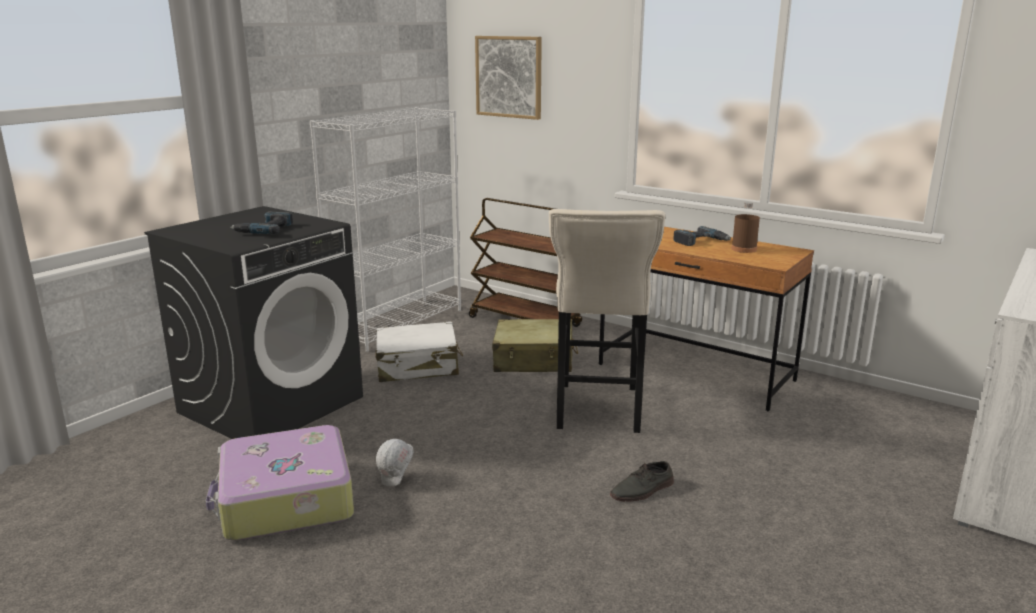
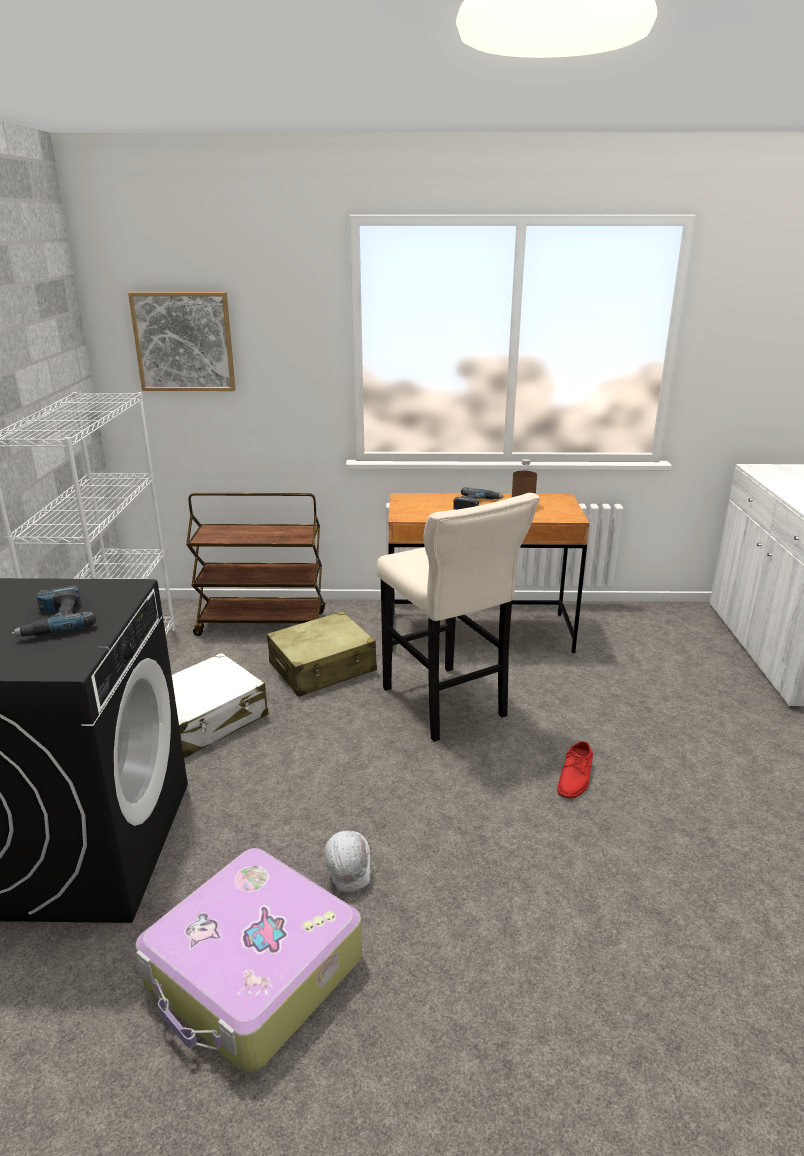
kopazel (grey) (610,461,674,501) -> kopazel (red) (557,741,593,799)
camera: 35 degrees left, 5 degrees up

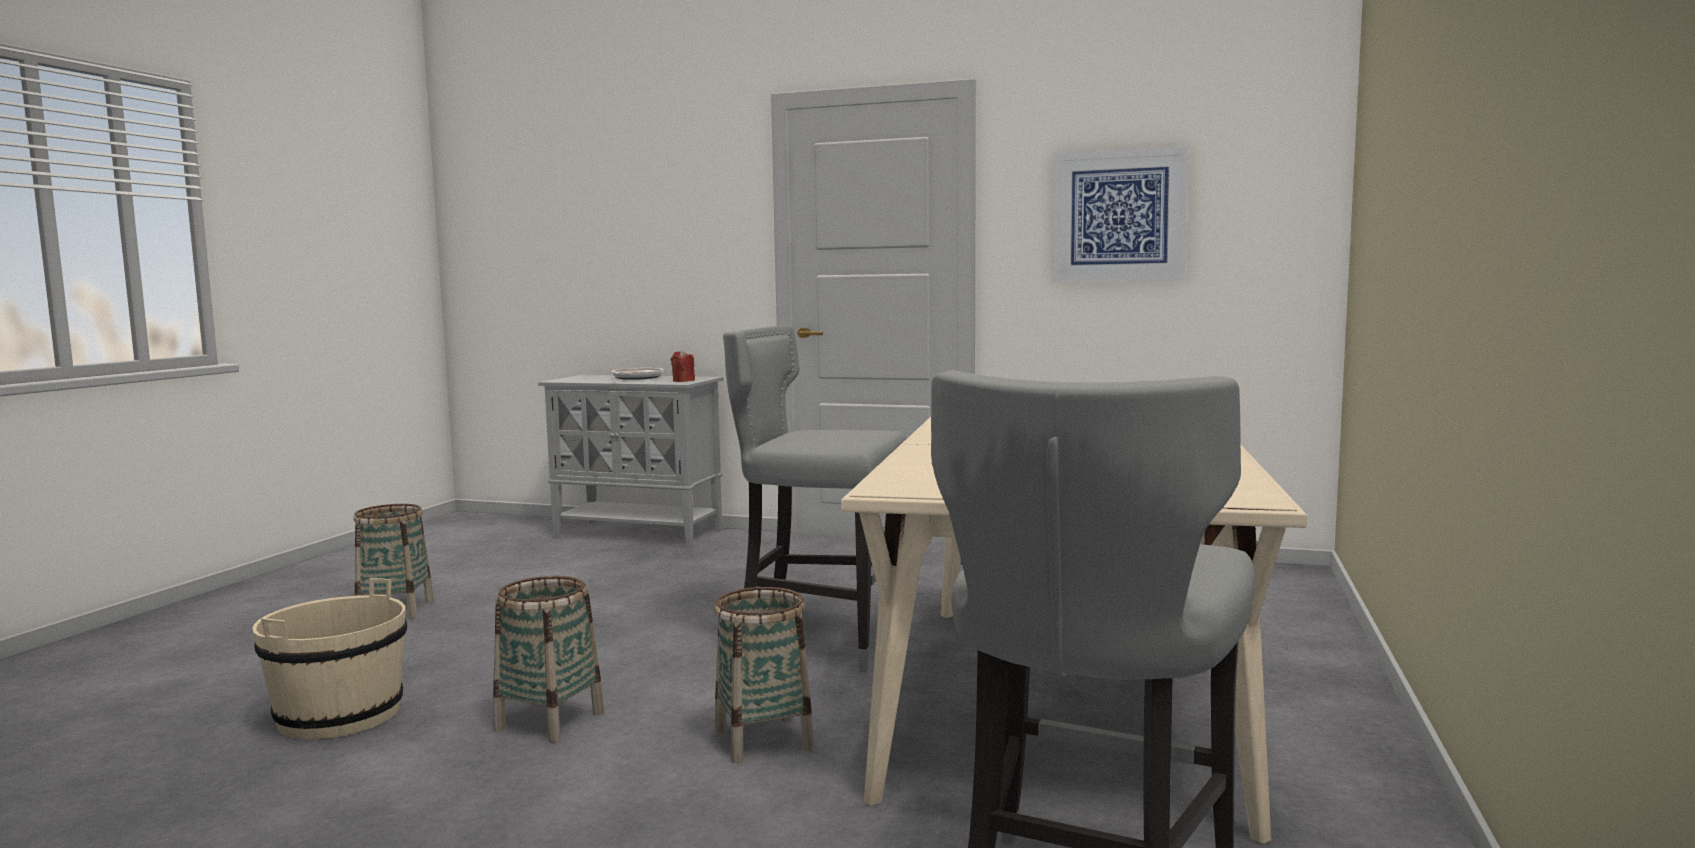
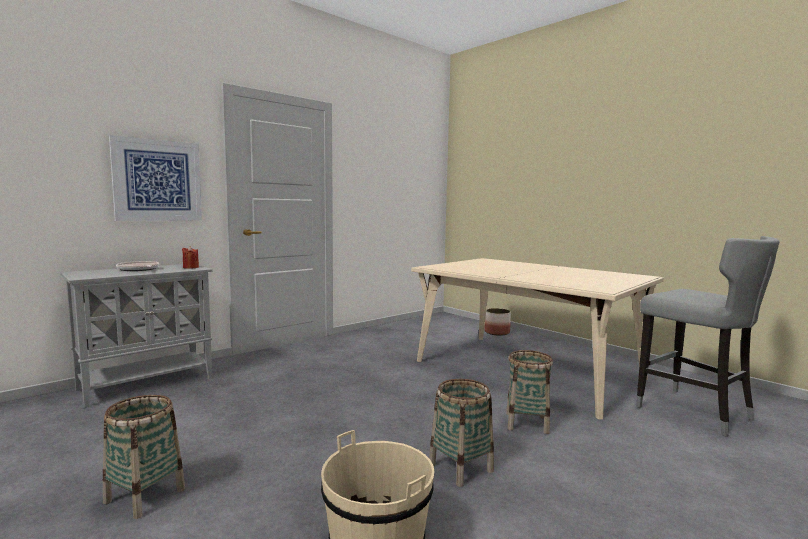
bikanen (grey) (723,325,907,672) -> none
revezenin (1053,146,1189,282) -> revezenin (109,135,202,221), shifted
none -> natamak (484,308,511,336)
camera: 60 degrees left, 0 degrees up

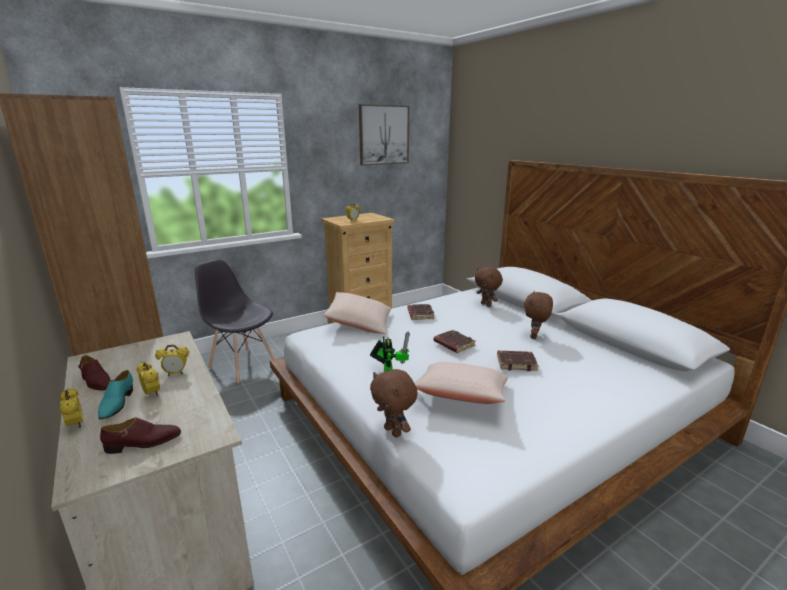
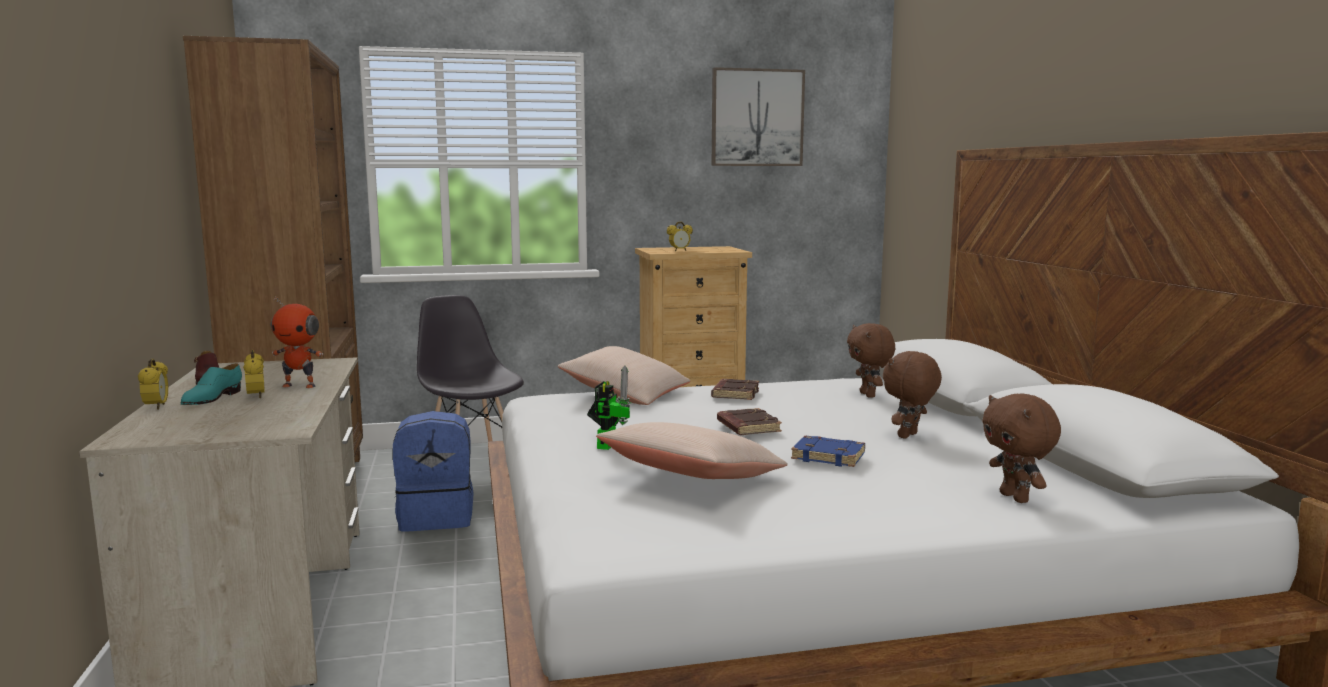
kopazel (brown) (100,417,181,454) -> none
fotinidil (155,344,189,376) -> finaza (271,296,323,388)
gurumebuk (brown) (370,369,418,437) -> gurumebuk (brown) (982,394,1061,503), shifted
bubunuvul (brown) (497,351,539,371) -> bubunuvul (blue) (791,436,865,467)
none -> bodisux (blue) (393,411,474,532)
camera: 20 degrees right, 10 degrees down

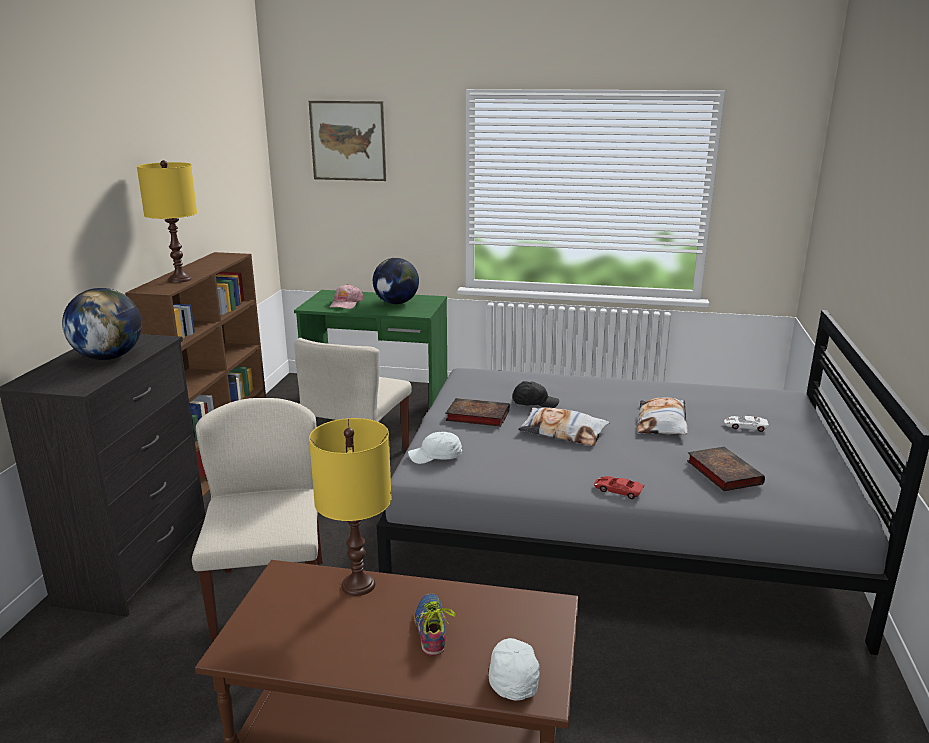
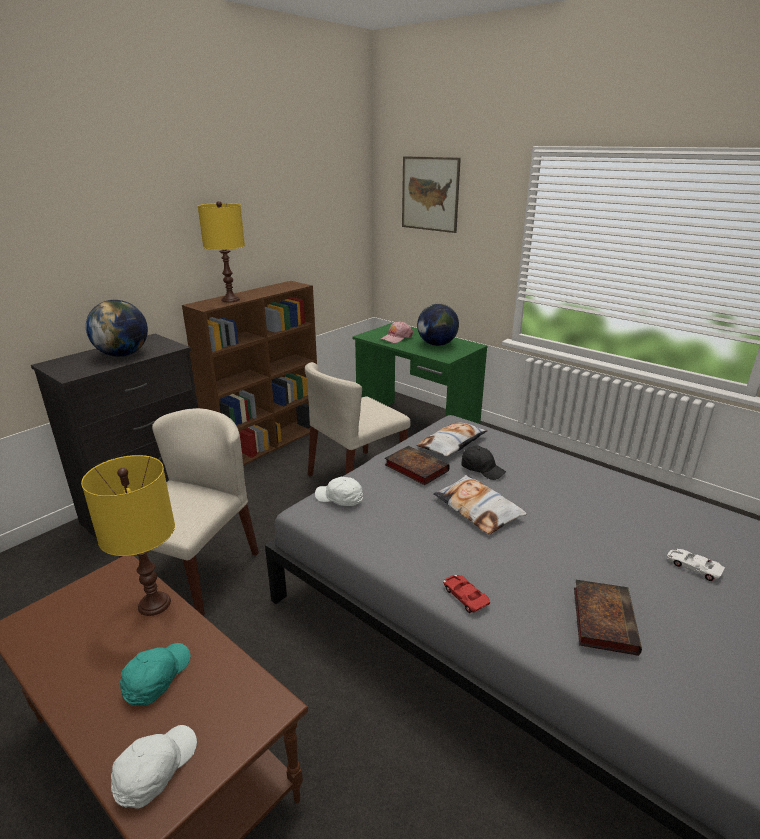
kopazel (414,593,456,656) -> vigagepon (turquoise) (120,643,190,705)
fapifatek (638,397,687,435) -> fapifatek (416,422,488,457), shifted
camera: 30 degrees right, 5 degrees up

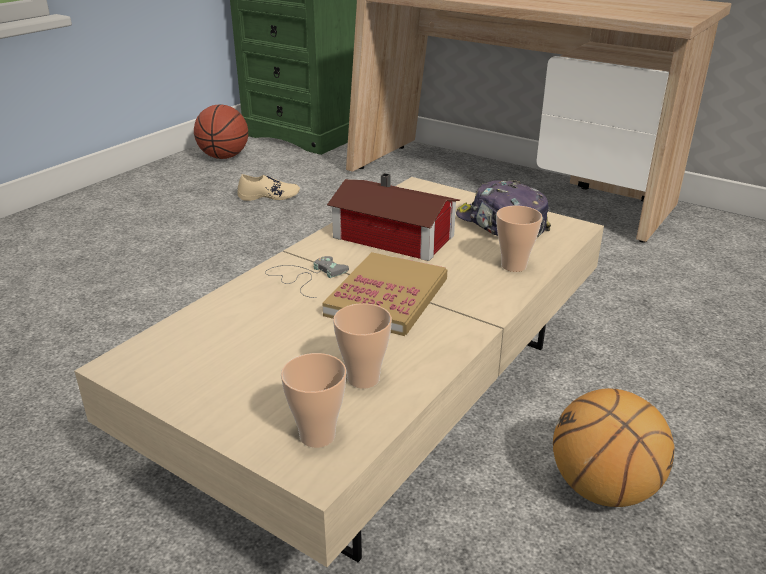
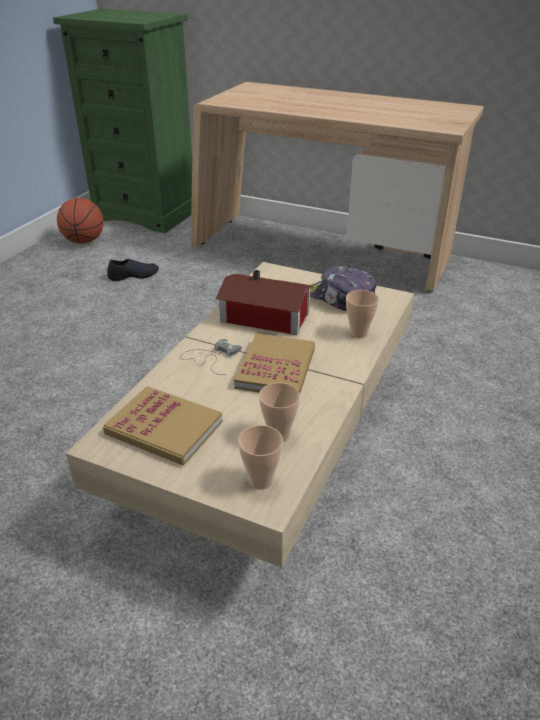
kopazel (beige) (238,174,300,201) -> kopazel (black) (107,259,159,281)
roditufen (553,388,674,507) -> none
none -> bubunuvul (103,386,223,465)
camera: 10 degrees left, 5 degrees up

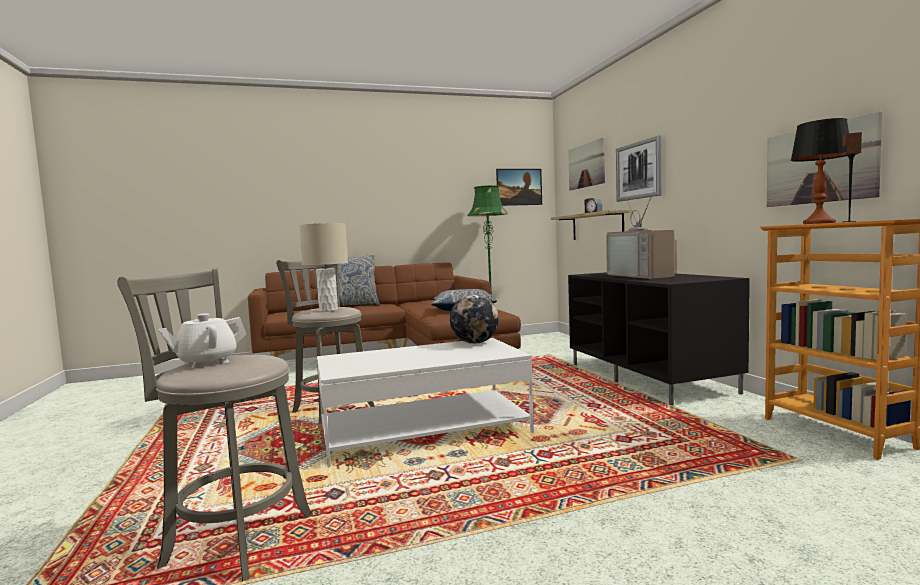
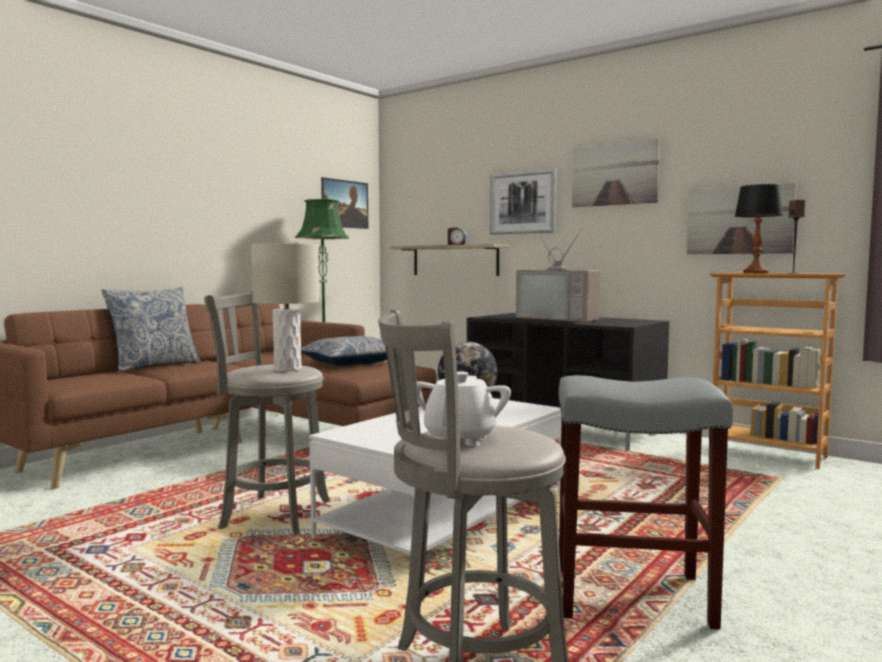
revezenin (568,138,605,190) -> revezenin (572,139,660,207), shifted
none -> bikanen (grey) (559,375,733,630)
camera: 35 degrees left, 0 degrees up

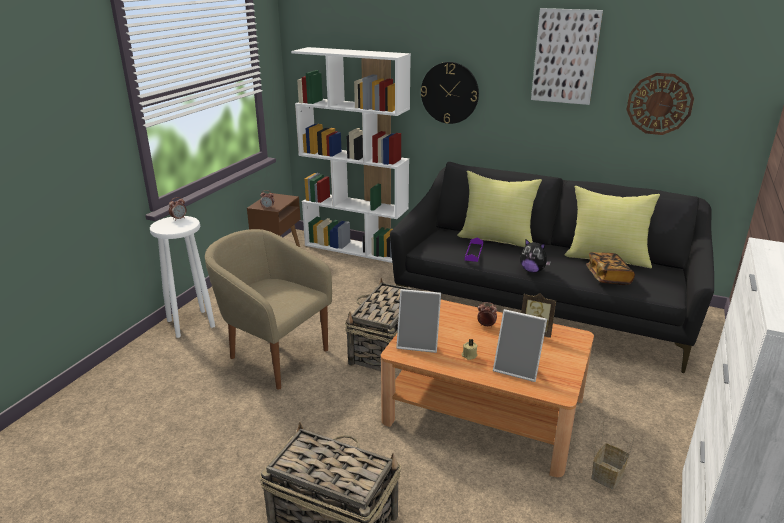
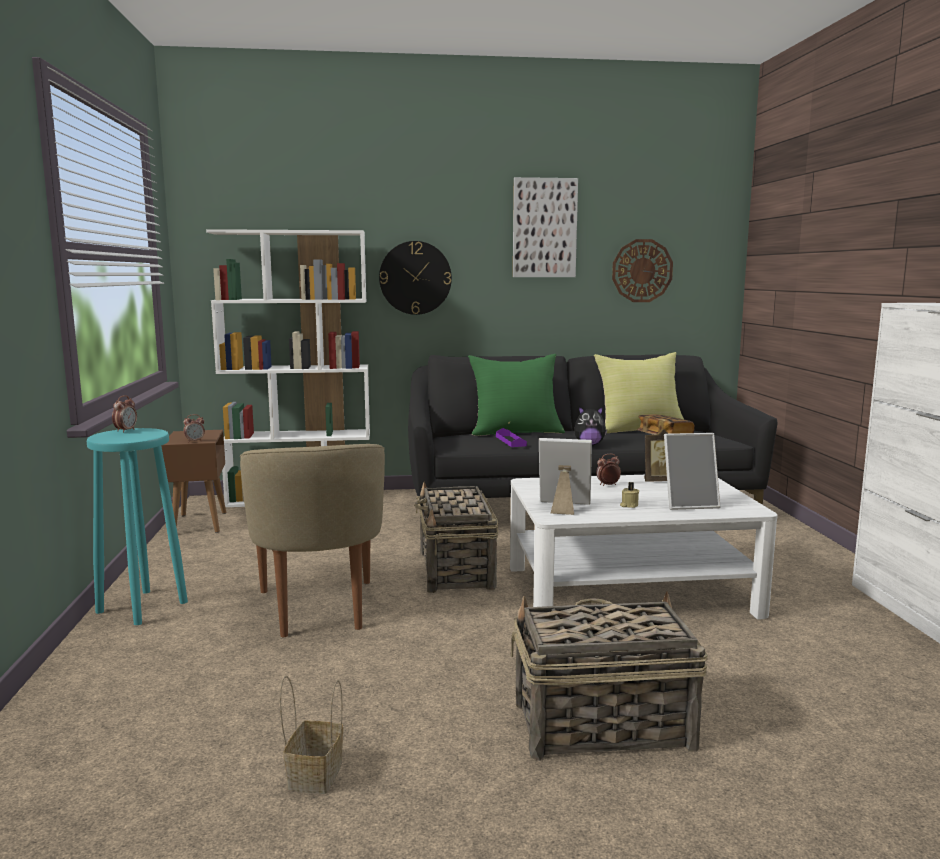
bikanen (white) (150,216,215,338) -> bikanen (turquoise) (87,428,188,625)
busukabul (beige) (205,229,332,390) -> busukabul (beige) (240,444,385,637), 105 degrees counterclockwise
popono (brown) (381,300,594,477) -> popono (white) (510,475,778,620)
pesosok (396,289,441,353) -> pesosok (539,438,592,515), 150 degrees counterclockwise
fapifatek (yellow) (457,171,542,247) -> fapifatek (green) (468,354,565,436)
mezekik (591,421,635,490) -> mezekik (280,676,343,794), shifted
camera: 30 degrees left, 15 degrees down

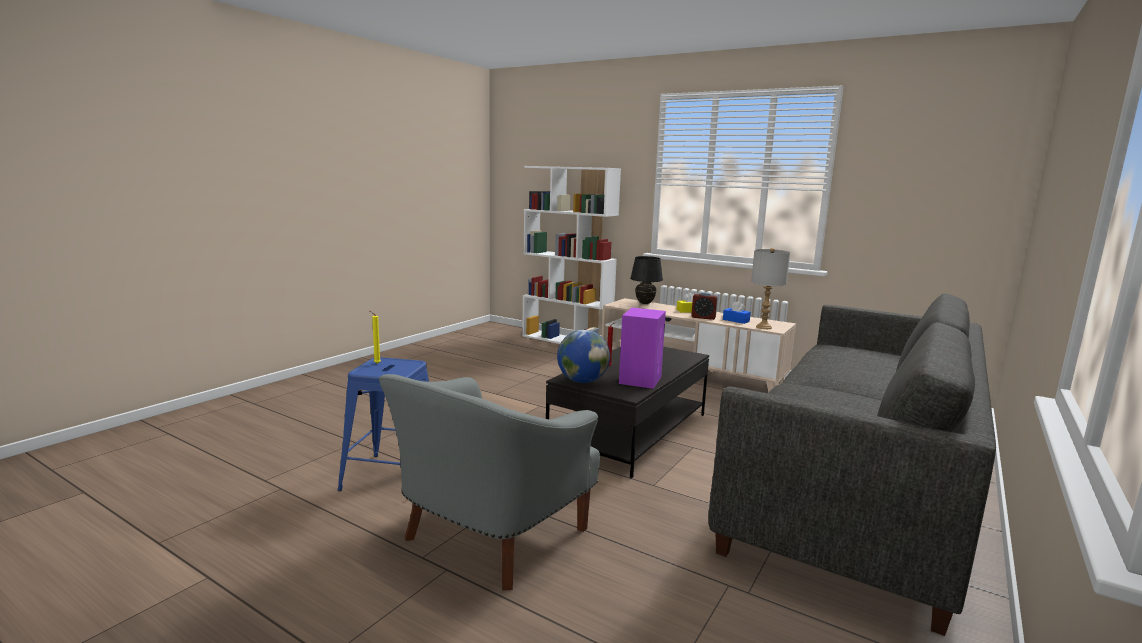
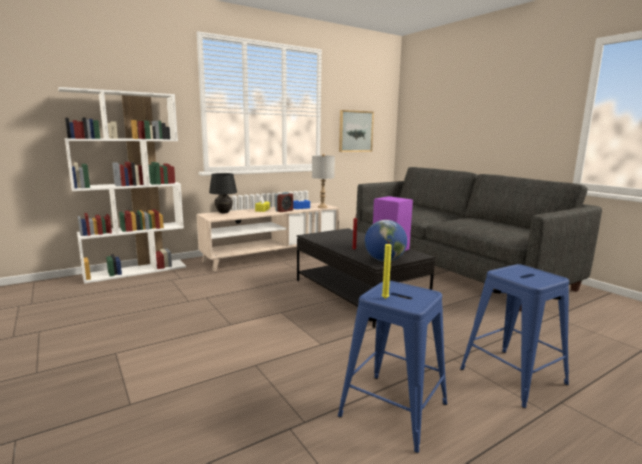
busukabul (grey) (378,374,600,591) -> bikanen (blue) (460,264,569,408)
none -> revezenin (339,110,374,152)
camera: 65 degrees left, 0 degrees up

